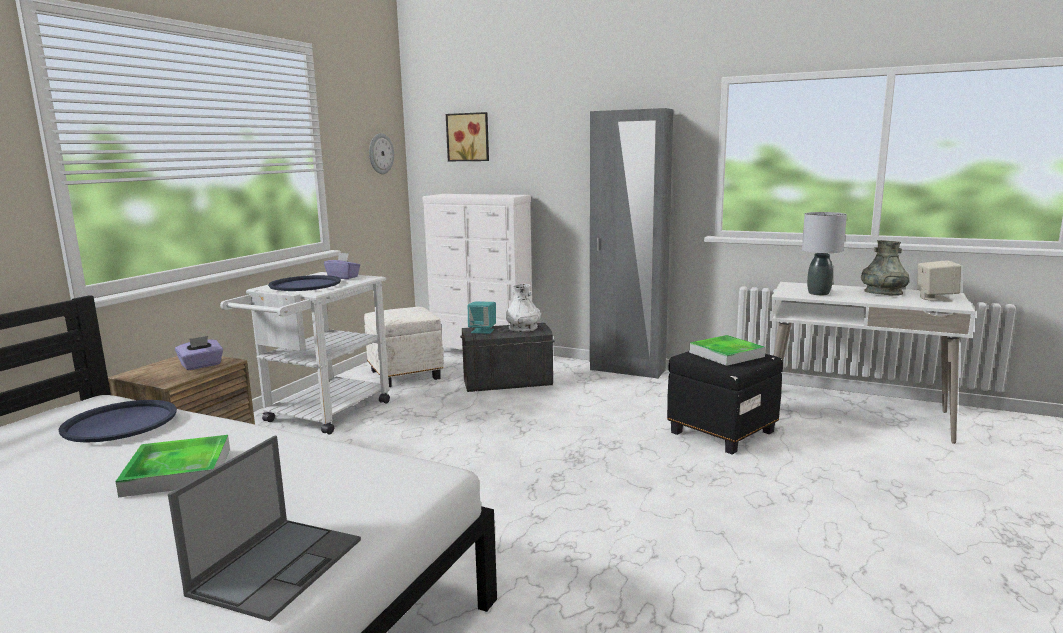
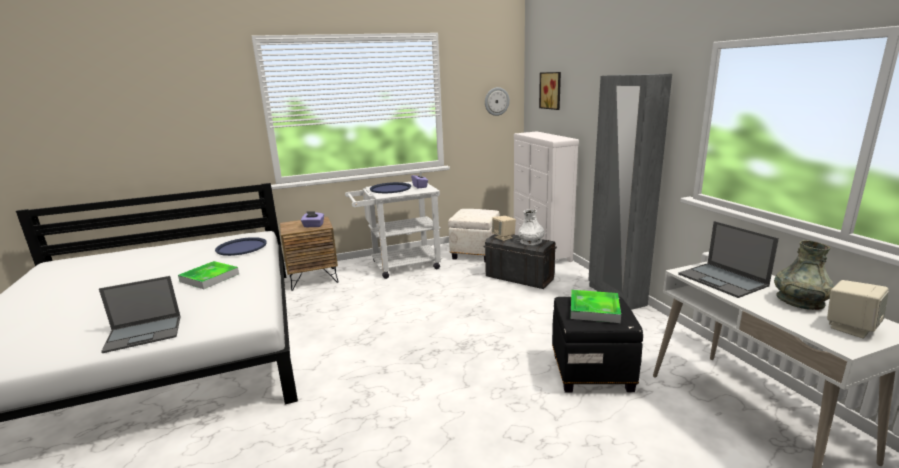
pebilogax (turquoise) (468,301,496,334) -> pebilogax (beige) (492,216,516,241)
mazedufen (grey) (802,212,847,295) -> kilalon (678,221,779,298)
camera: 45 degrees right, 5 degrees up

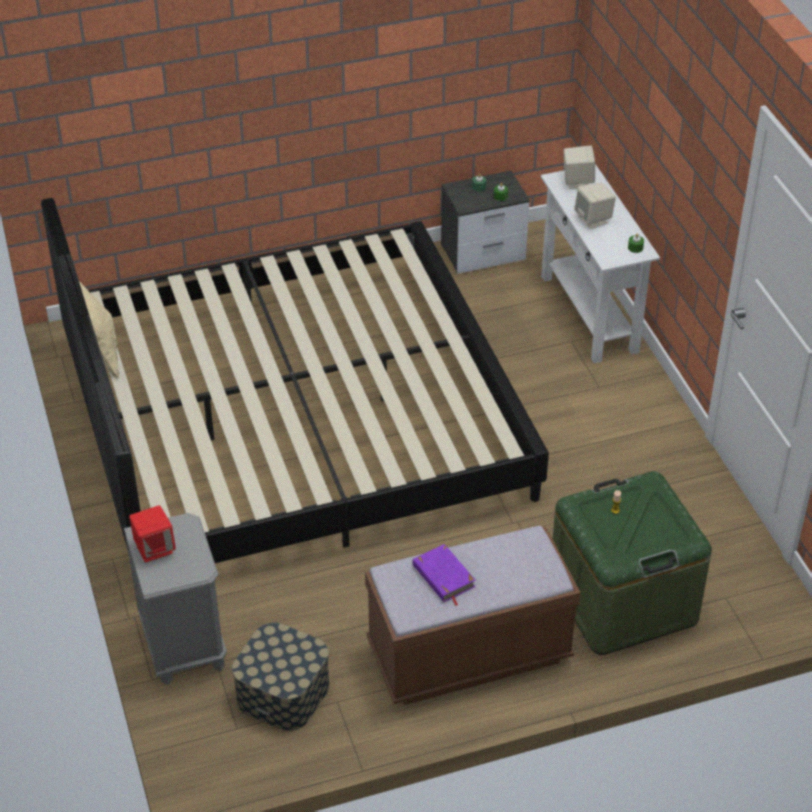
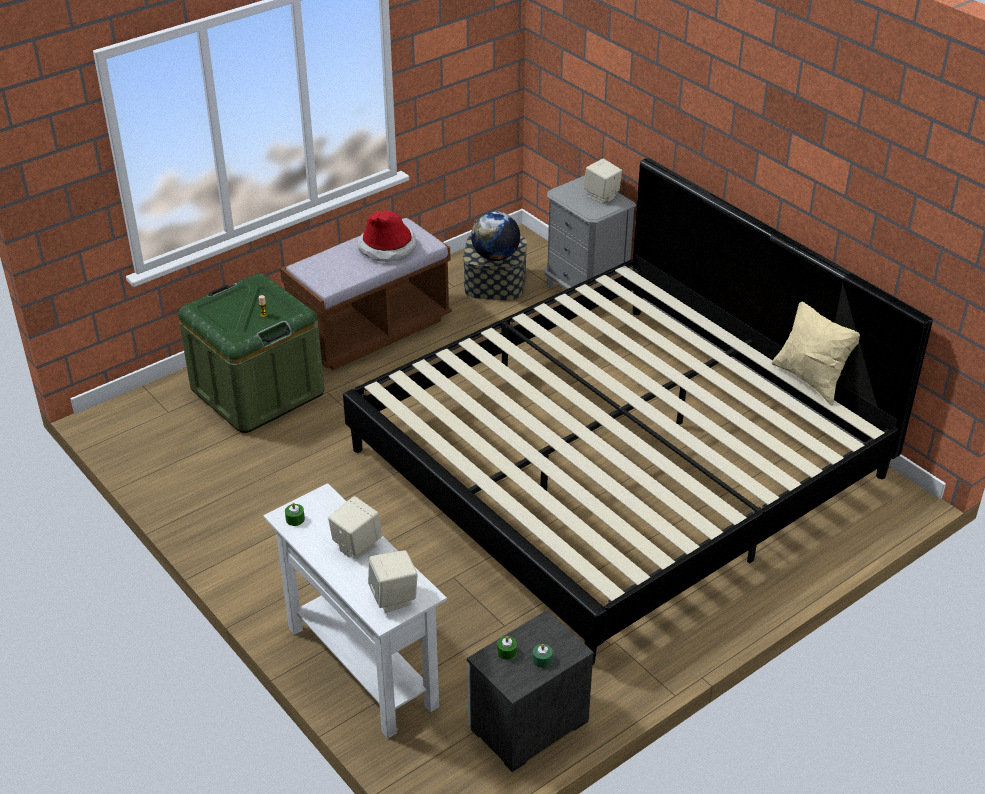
pebilogax (red) (129,506,176,563) -> pebilogax (beige) (584,159,622,203)
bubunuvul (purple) (412,544,475,606) -> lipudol (357,211,417,262)
none -> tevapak (471,211,520,261)
camera: 160 degrees right, 5 degrees down

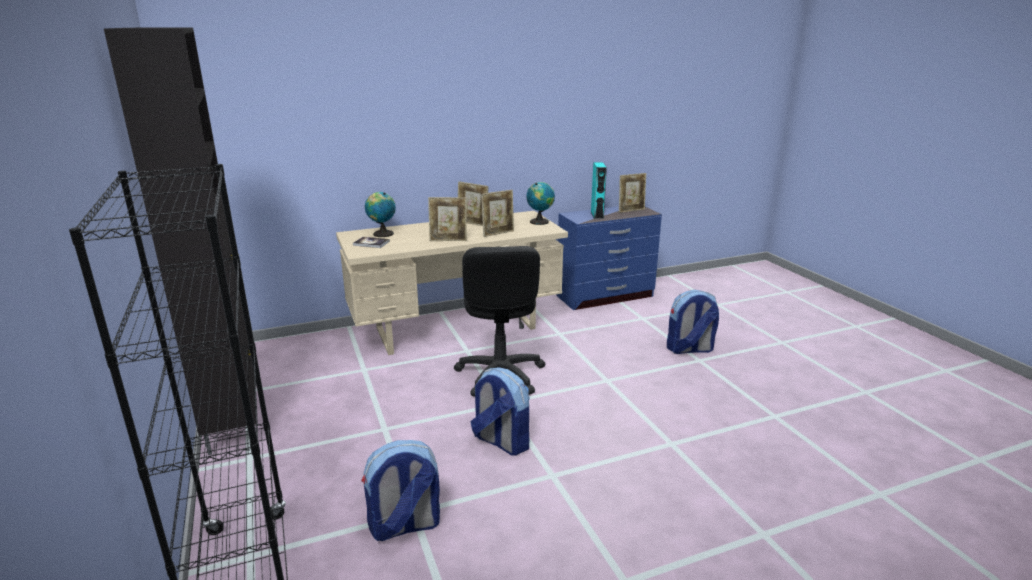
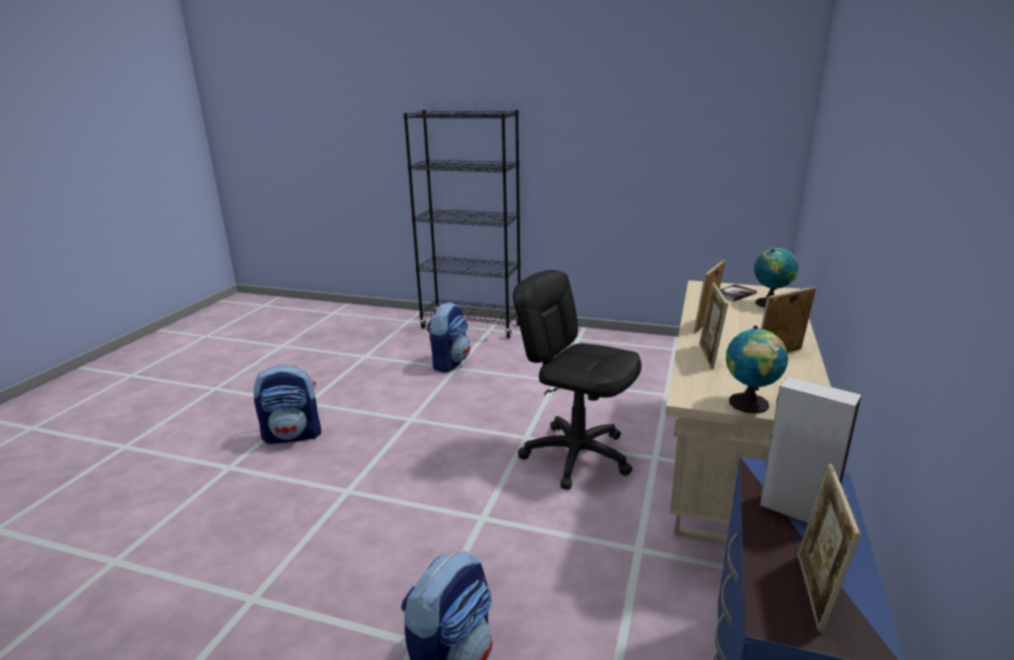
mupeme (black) (104,28,257,455) -> none
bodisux (470,367,529,456) -> bodisux (253,364,321,444), shifted
pebilogax (turquoise) (591,162,607,219) -> pebilogax (grey) (758,376,862,524)
camera: 130 degrees right, 0 degrees up

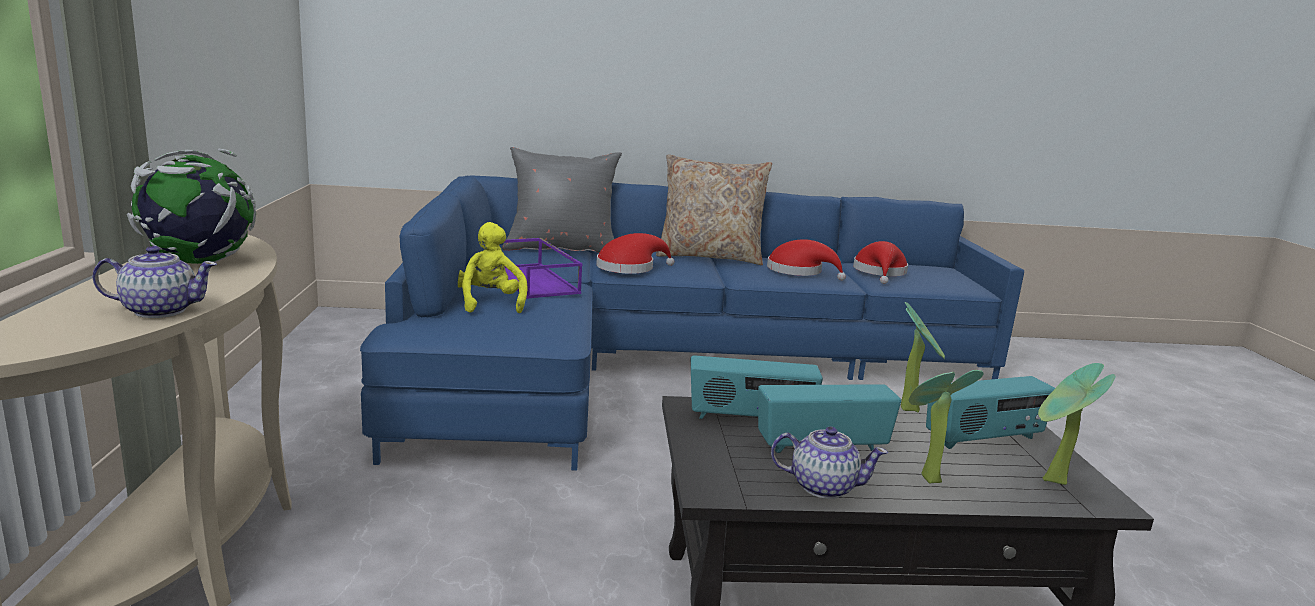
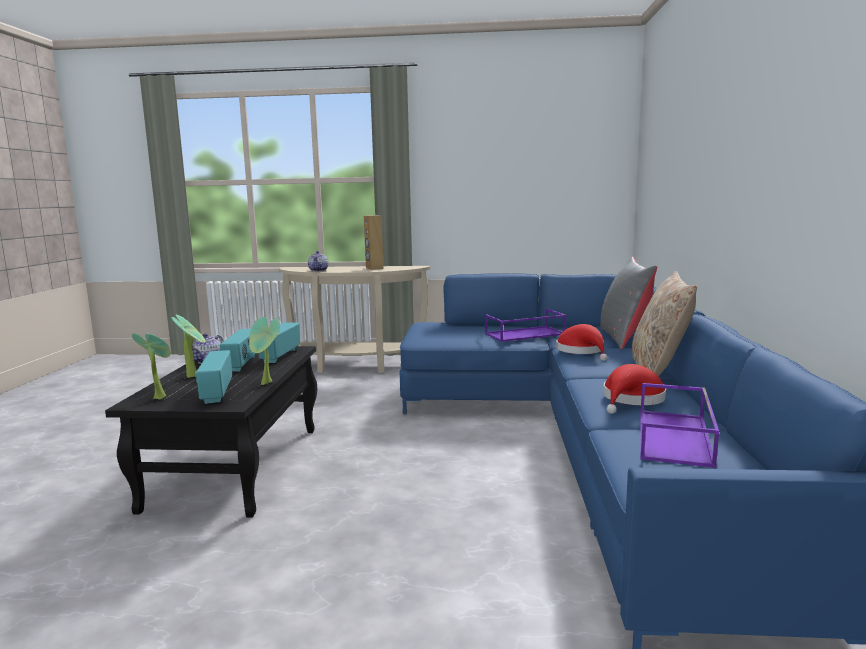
tevapak (127,149,256,264) -> pebilogax (brown) (364,215,384,270)
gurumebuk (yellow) (458,222,528,313) -> none
lipudol (red) (853,241,908,284) -> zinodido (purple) (640,383,719,468)
camera: 100 degrees right, 5 degrees down

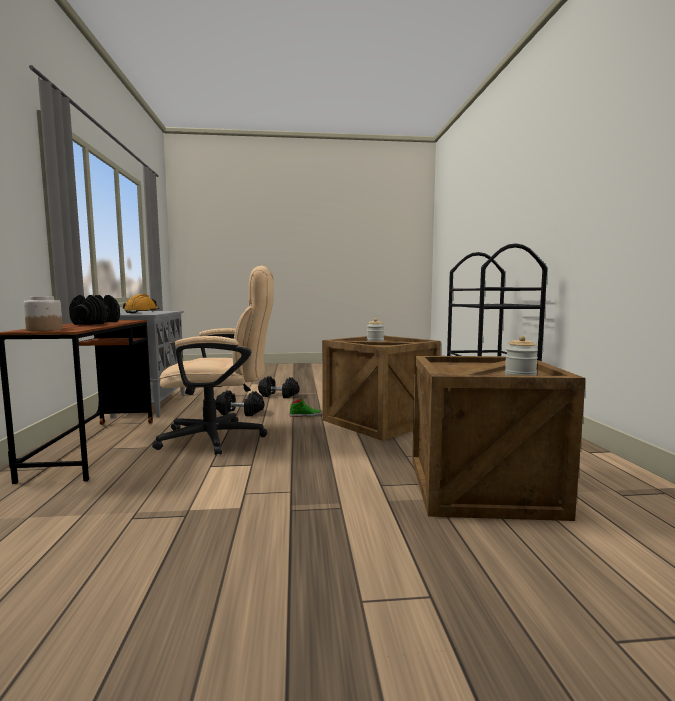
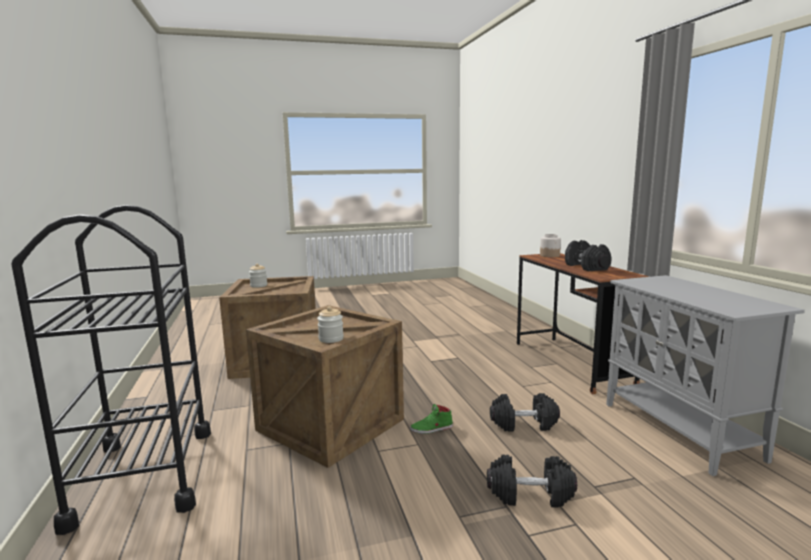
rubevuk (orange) (123,294,159,313) -> none
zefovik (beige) (152,266,274,455) -> none
camera: 170 degrees right, 5 degrees up

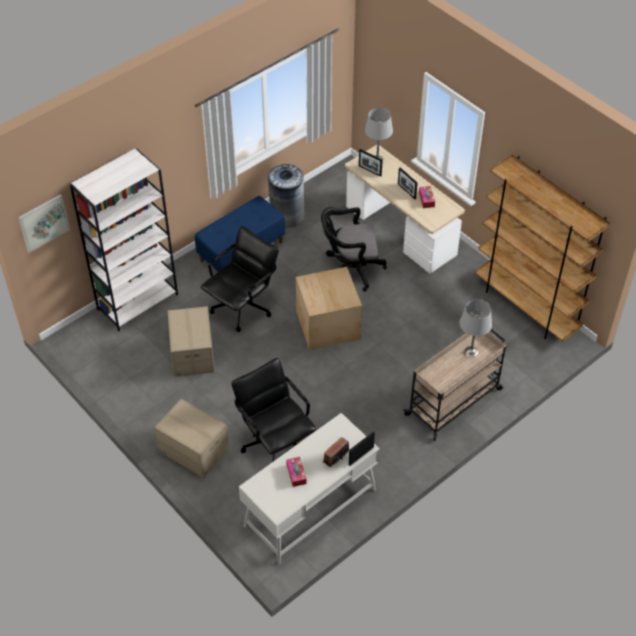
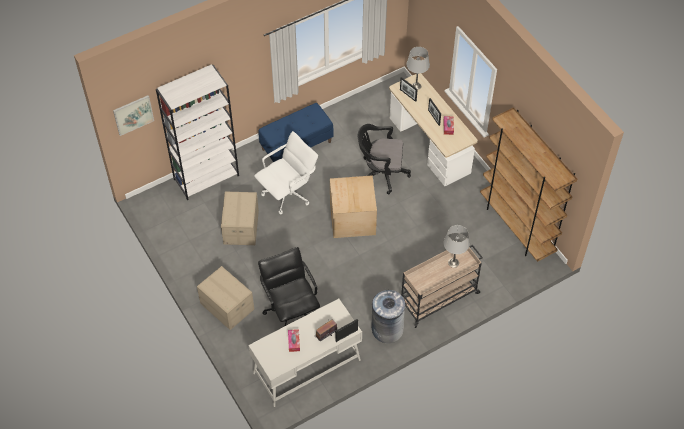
zefovik (black) (201,226,279,332) -> zefovik (white) (254,131,318,214)
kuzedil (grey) (268,164,305,228) -> kuzedil (grey) (371,290,405,343), shifted
camera: 10 degrees right, 5 degrees up

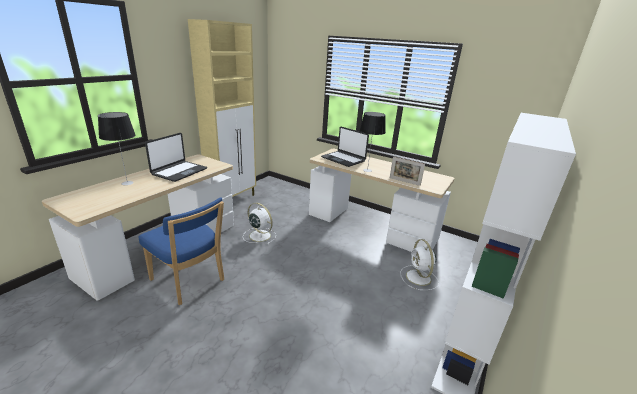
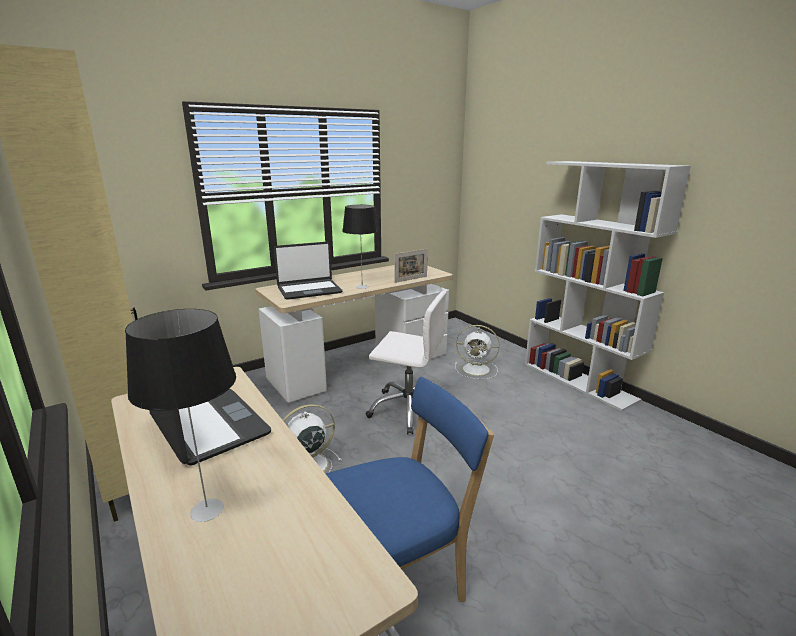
none -> zefovik (white) (365,291,447,434)
camera: 65 degrees left, 5 degrees down

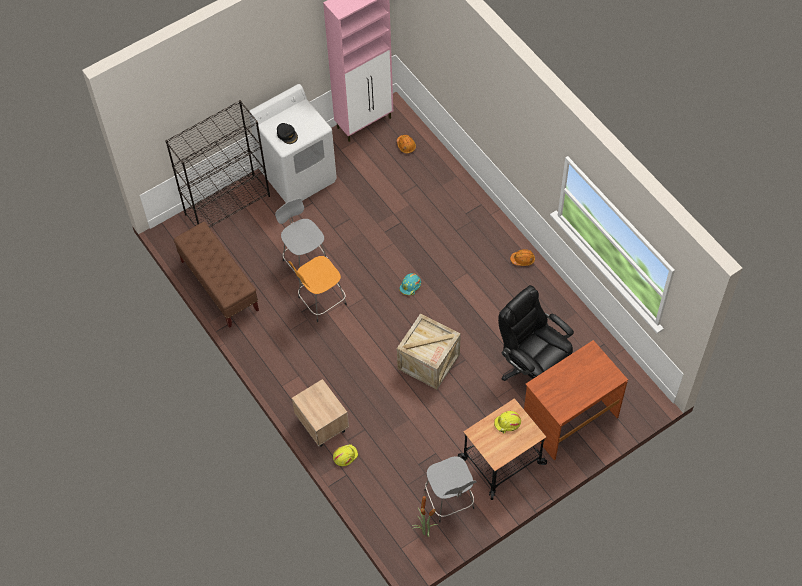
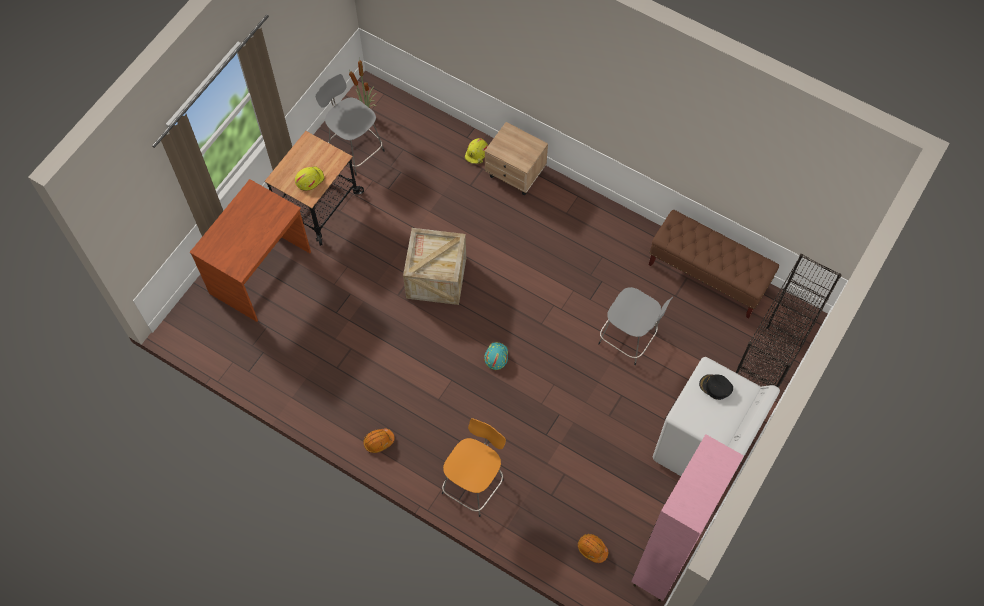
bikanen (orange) (289,256,347,322) -> bikanen (orange) (442,418,506,517), shifted
zefovik (black) (498,285,574,381) -> none
camera: 155 degrees right, 5 degrees up

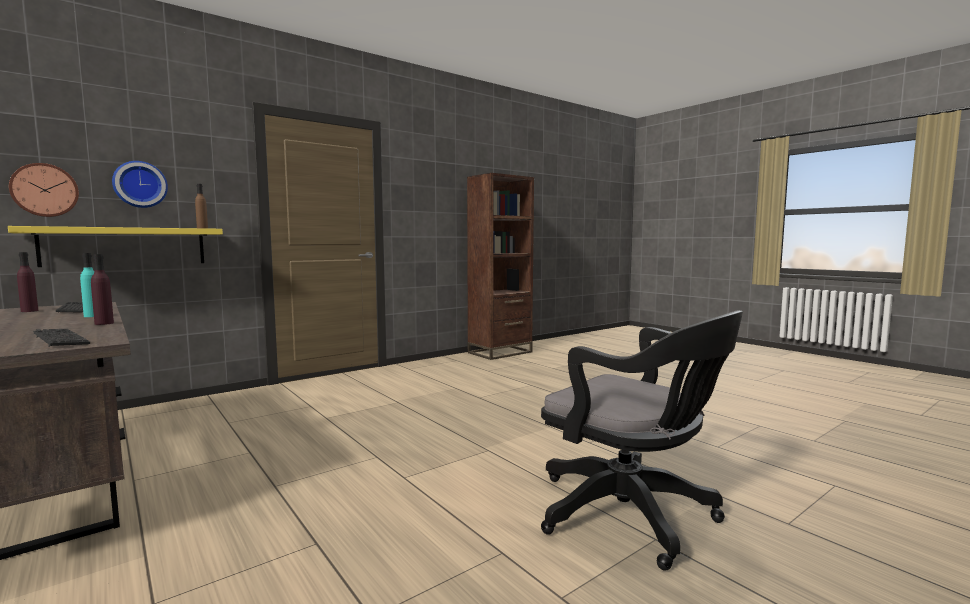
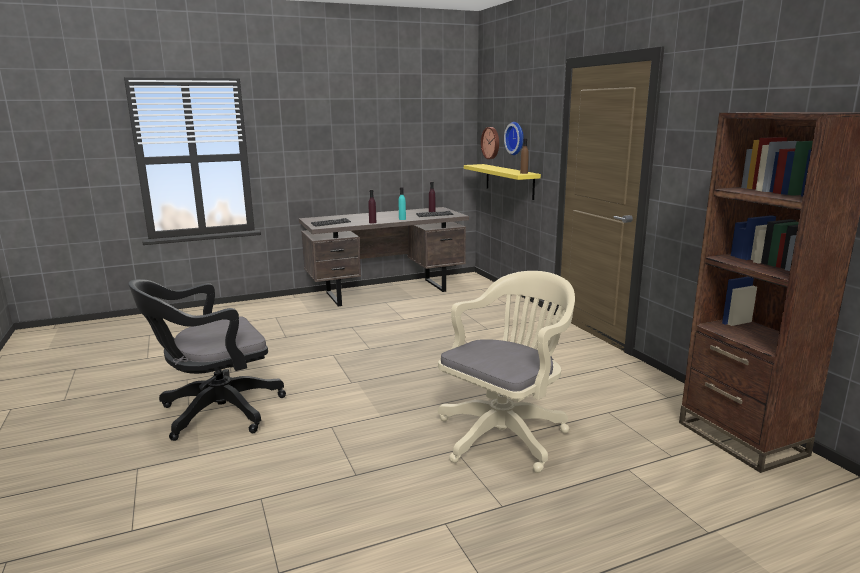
none -> zefovik (beige) (438,271,575,473)
camera: 105 degrees right, 10 degrees up

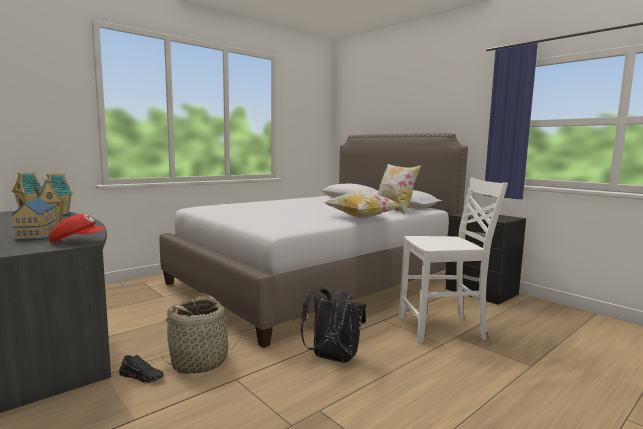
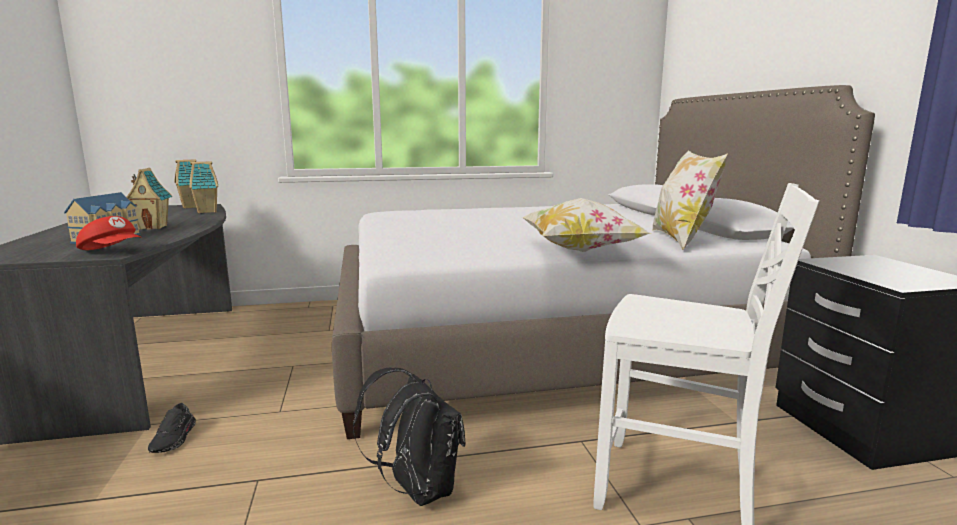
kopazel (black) (119,355,163,383) -> kopazel (black) (148,403,196,453), 45 degrees clockwise
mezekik (162,293,241,374) -> none
camera: 30 degrees right, 5 degrees up

